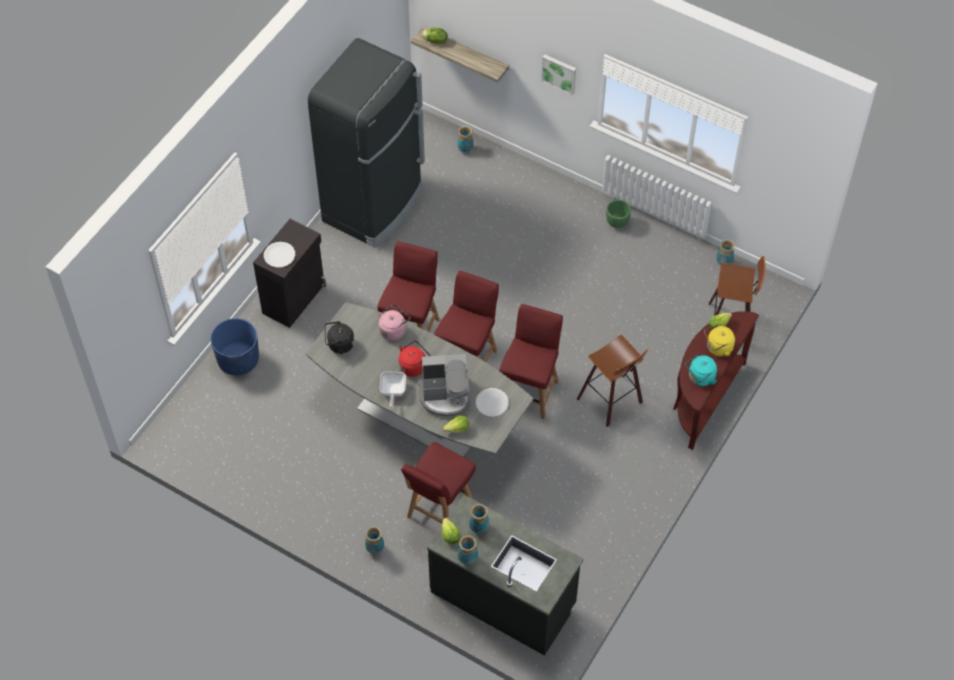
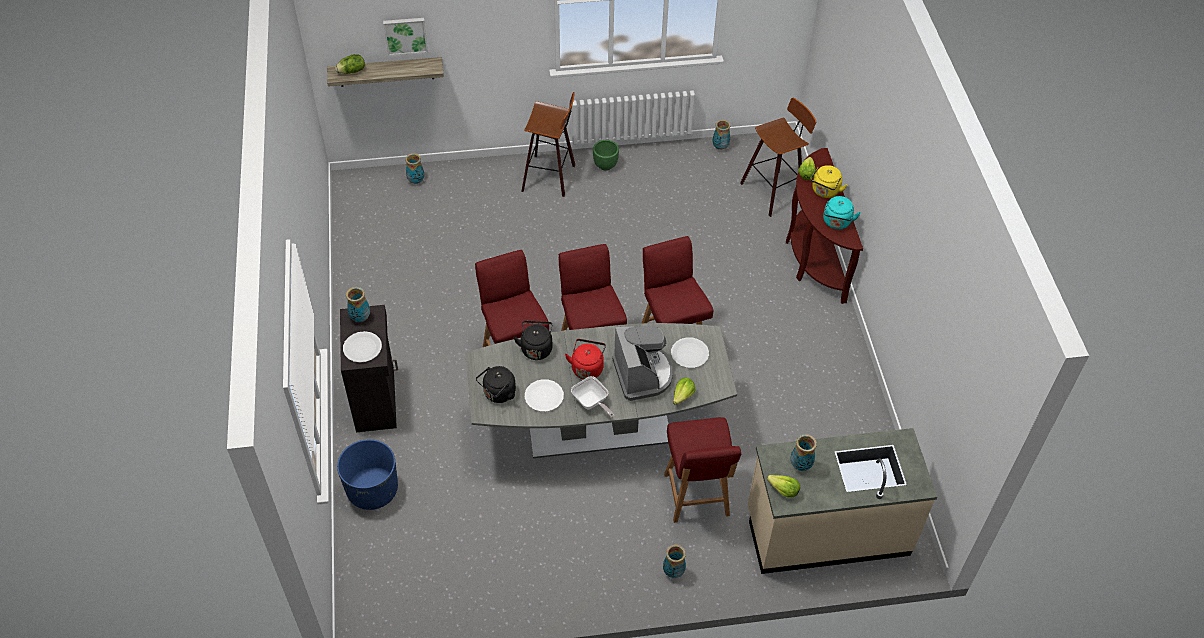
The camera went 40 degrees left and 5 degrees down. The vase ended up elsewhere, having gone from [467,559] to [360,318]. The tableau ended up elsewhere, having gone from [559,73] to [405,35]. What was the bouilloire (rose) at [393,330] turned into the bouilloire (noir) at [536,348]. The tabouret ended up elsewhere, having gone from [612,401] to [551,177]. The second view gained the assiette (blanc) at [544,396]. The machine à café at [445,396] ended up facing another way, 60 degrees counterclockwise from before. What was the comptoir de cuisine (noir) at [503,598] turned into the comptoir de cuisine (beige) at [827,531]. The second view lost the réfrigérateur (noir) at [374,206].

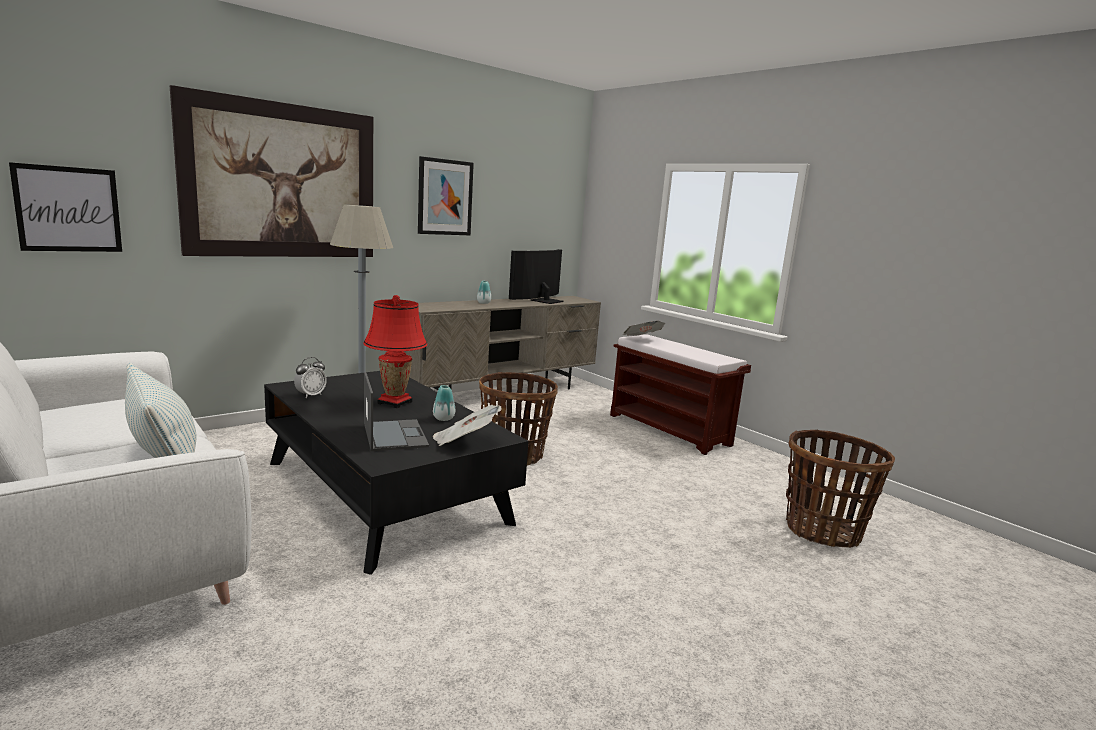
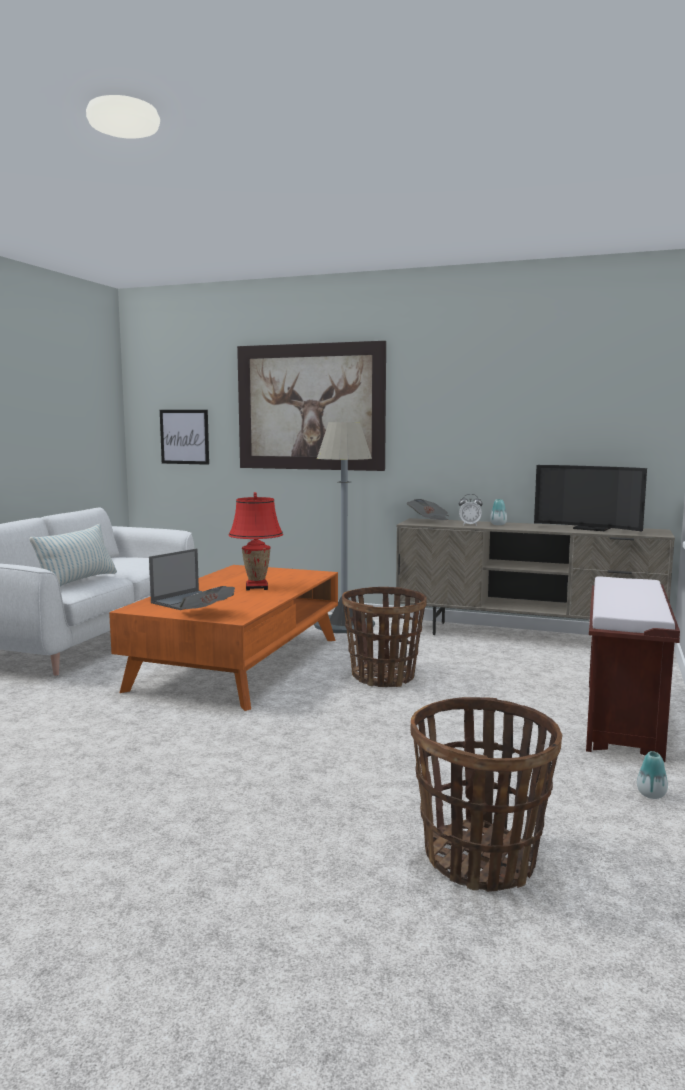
The camera went 60 degrees right and 5 degrees down. What was the table basse (noir) at [384,491] turned into the table basse (orange) at [239,663]. The journal ended up elsewhere, having gone from [642,339] to [429,522]. The réveil ended up elsewhere, having gone from [310,395] to [469,525]. The téléviseur at [543,300] ended up facing another way, 150 degrees counterclockwise from before. The vase ended up elsewhere, having gone from [443,418] to [651,795]. The second view lost the tableau at [445,197].

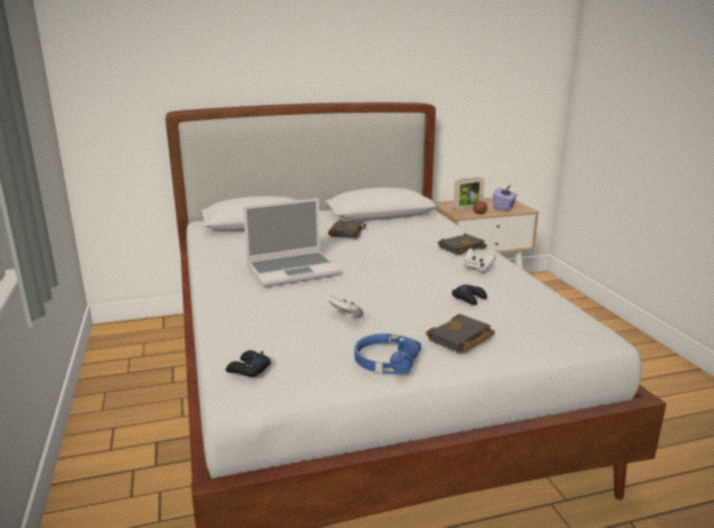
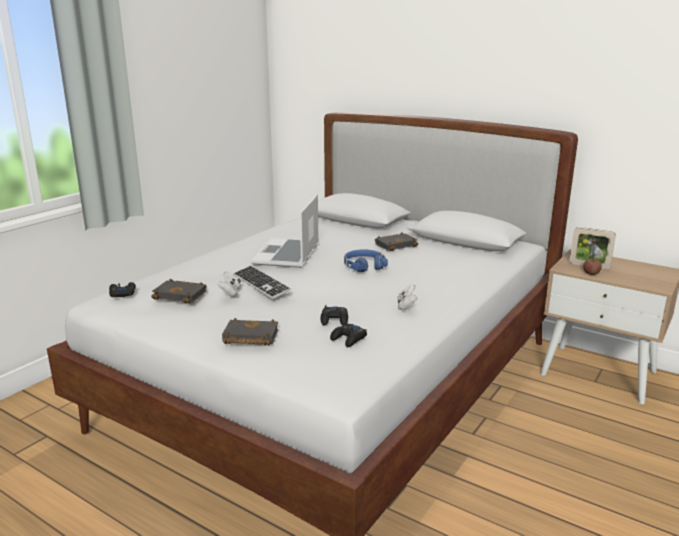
The camera went 50 degrees right and 0 degrees up. The livre (noir) ended up elsewhere, having gone from [461,247] to [182,295]. The second view gained the clavier at [261,284]. The ordinateur portable at [293,270] ended up facing another way, 75 degrees clockwise from before. The second view gained the manette (noir) at [349,339]. The casque audio (bleu) ended up elsewhere, having gone from [385,362] to [364,266]. The second view lost the boîte à mouchoirs (violet) at [504,207].

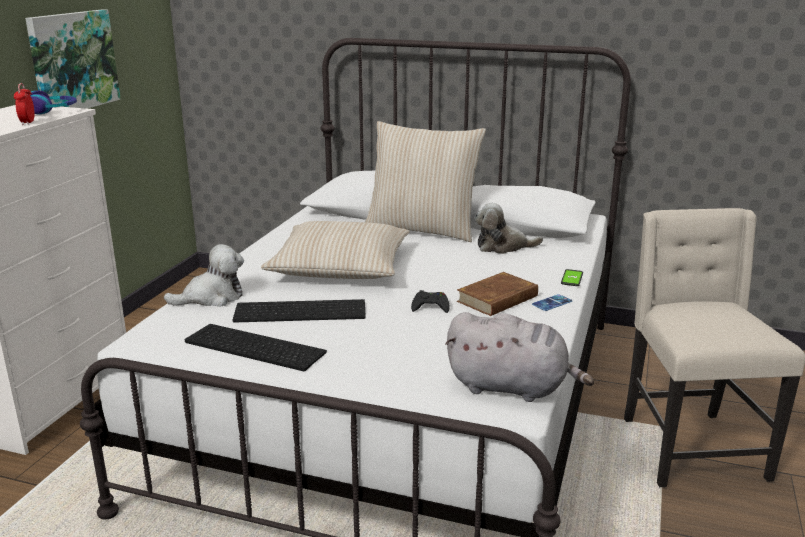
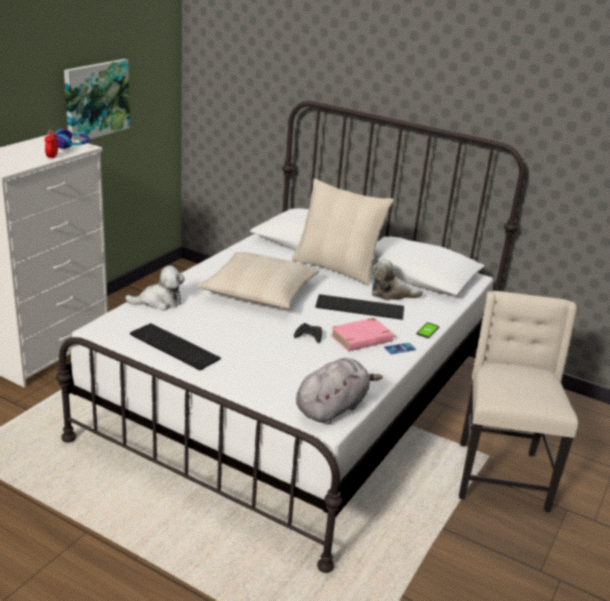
The camera went 10 degrees right and 5 degrees up. The peluche (gris) at [512,387] ended up facing another way, 75 degrees counterclockwise from before. The clavier ended up elsewhere, having gone from [301,310] to [361,307]. What was the livre (marron) at [498,299] turned into the livre (rose) at [361,338].

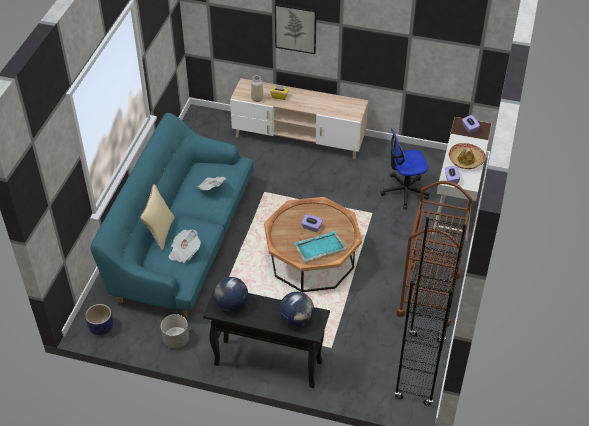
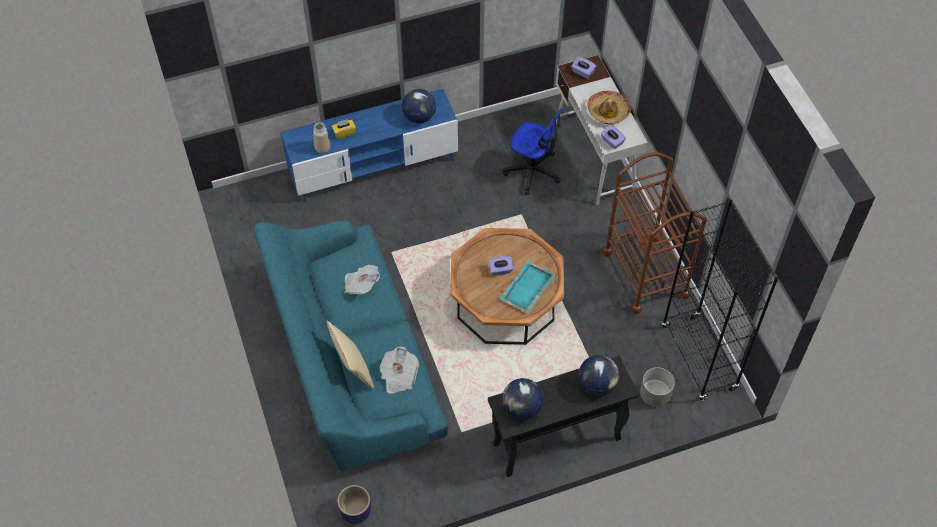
The camera went 35 degrees left and 10 degrees up. What was the meuble télé (beige) at [298,138] turned into the meuble télé (bleu) at [373,167]. The second view gained the globe at [419,116]. The chaise de bureau at [404,191] ended up facing another way, 105 degrees counterclockwise from before. The cache-pot (gris) ended up elsewhere, having gone from [176,340] to [655,395]. The second view lost the tableau at [296,28].

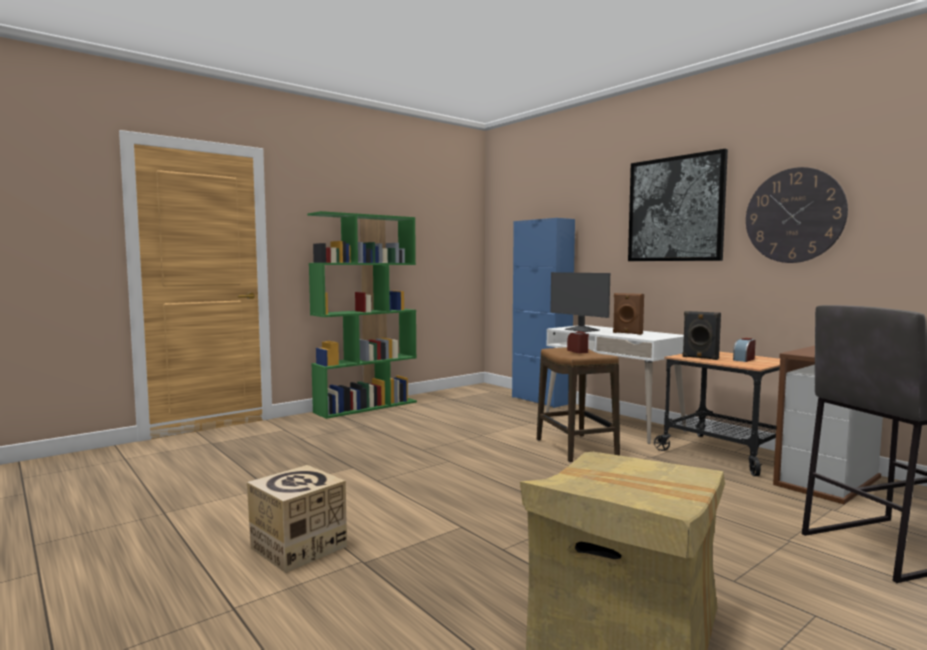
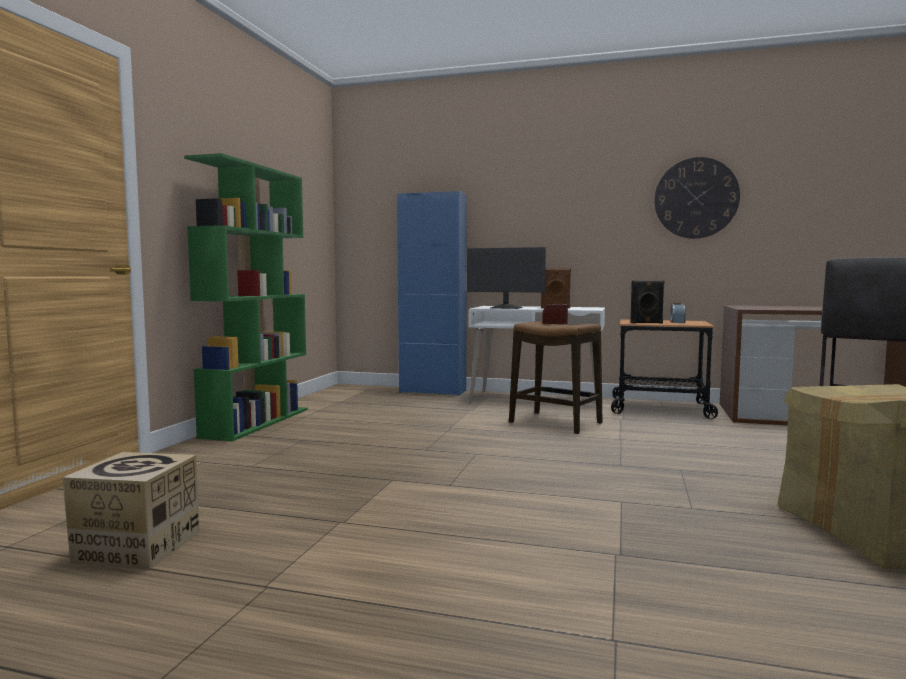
The camera went 35 degrees left and 0 degrees up. The carton ended up elsewhere, having gone from [298,547] to [137,547]. The second view lost the tableau at [675,209].

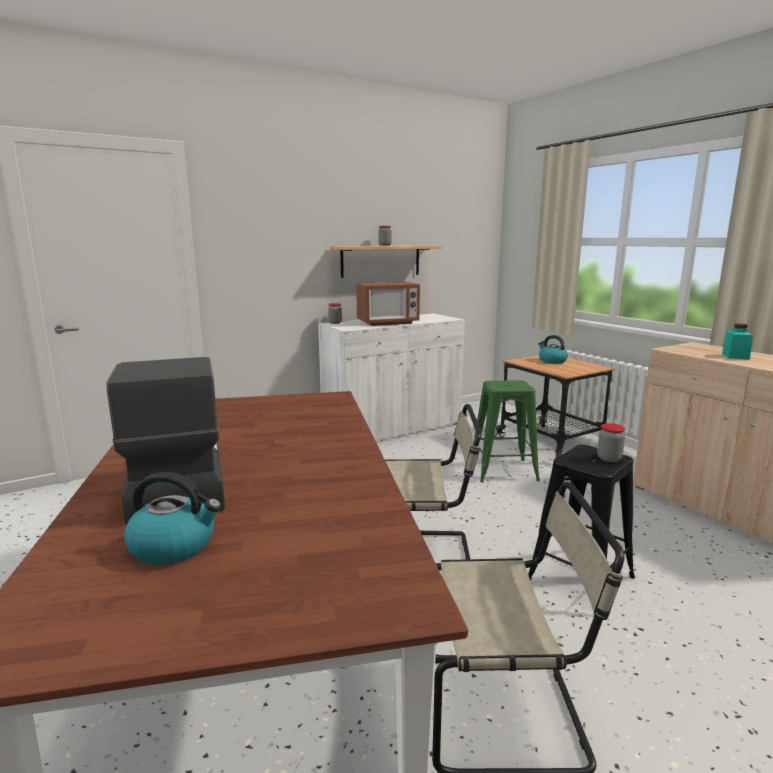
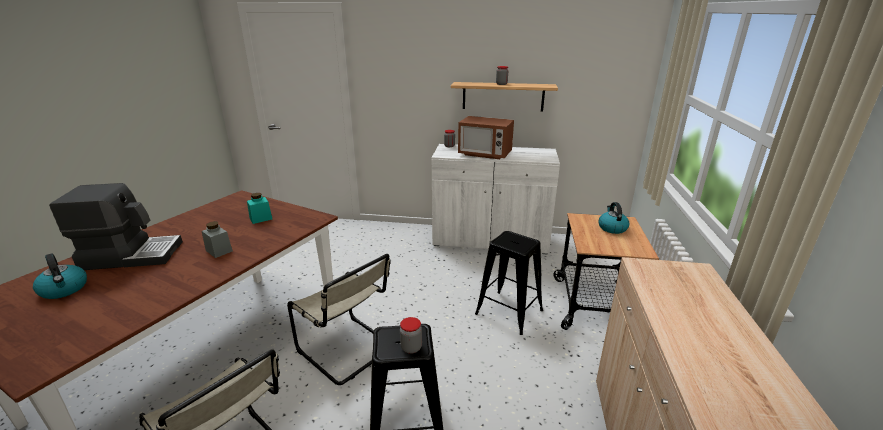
The camera went 40 degrees right and 10 degrees up. The machine à café at [176,486] ended up facing another way, 60 degrees clockwise from before. The second view gained the bocal (gris) at [219,251]. The bocal (turquoise) ended up elsewhere, having gone from [735,356] to [261,218]. What was the tabouret (vert) at [503,470] turned into the tabouret (noir) at [509,312].

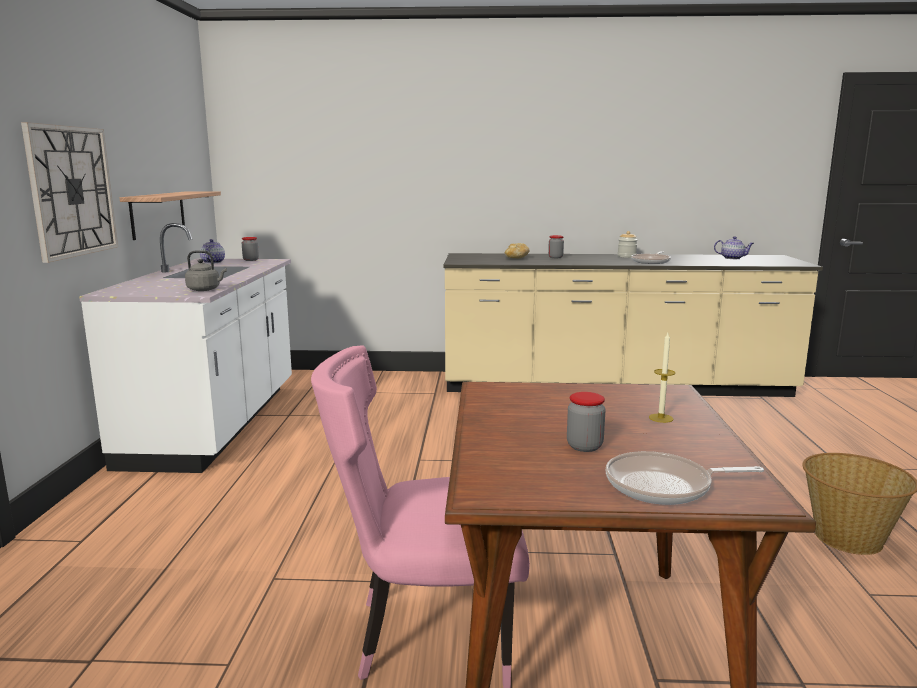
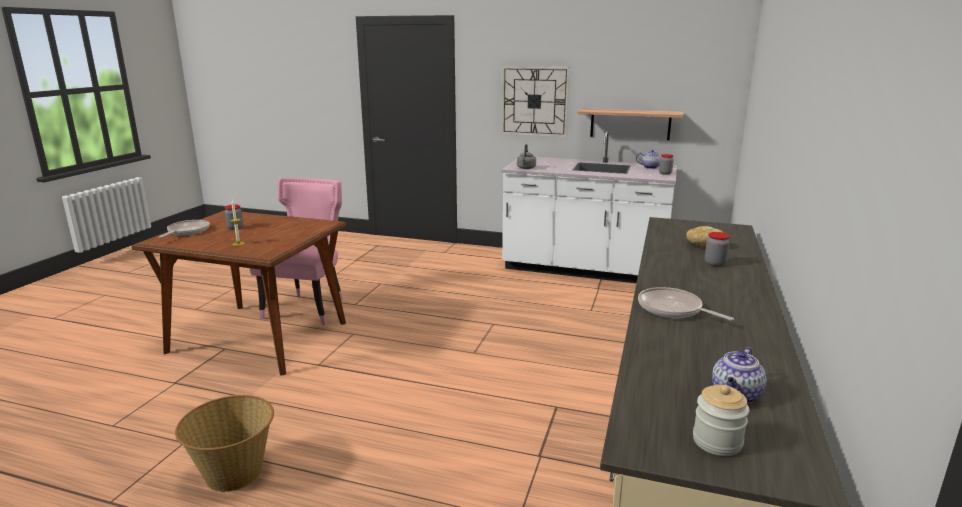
The camera went 105 degrees right and 5 degrees up. The bocal ended up elsewhere, having gone from [626,256] to [717,442].

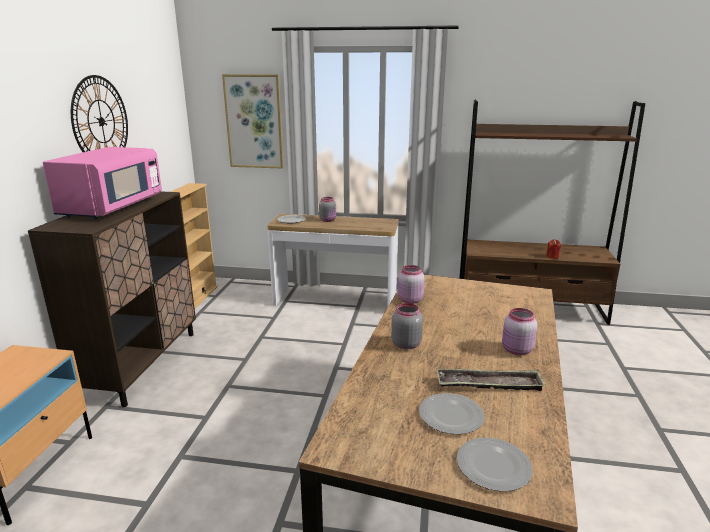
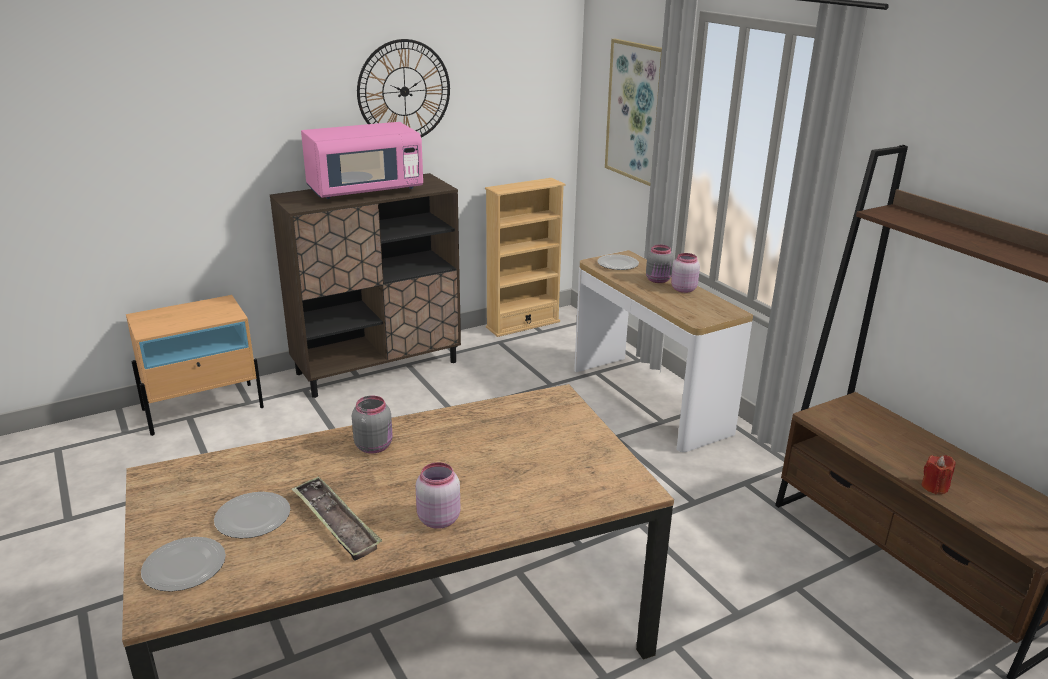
The camera went 50 degrees right and 5 degrees up. The bocal (rose) ended up elsewhere, having gone from [409,300] to [682,289].

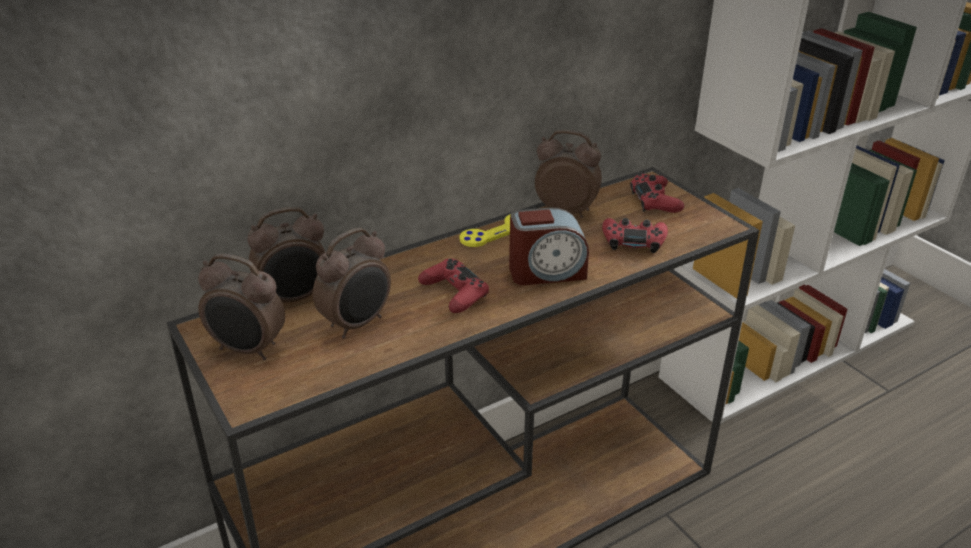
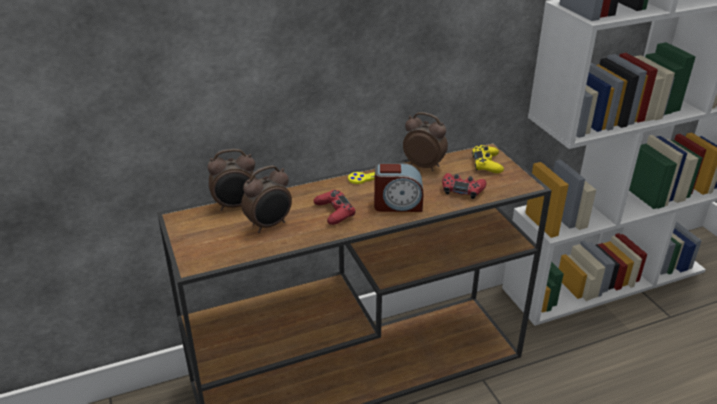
The camera went 10 degrees right and 0 degrees up. What was the manette (rouge) at [655,201] turned into the manette (jaune) at [486,164]. The second view lost the réveil at [248,350].

